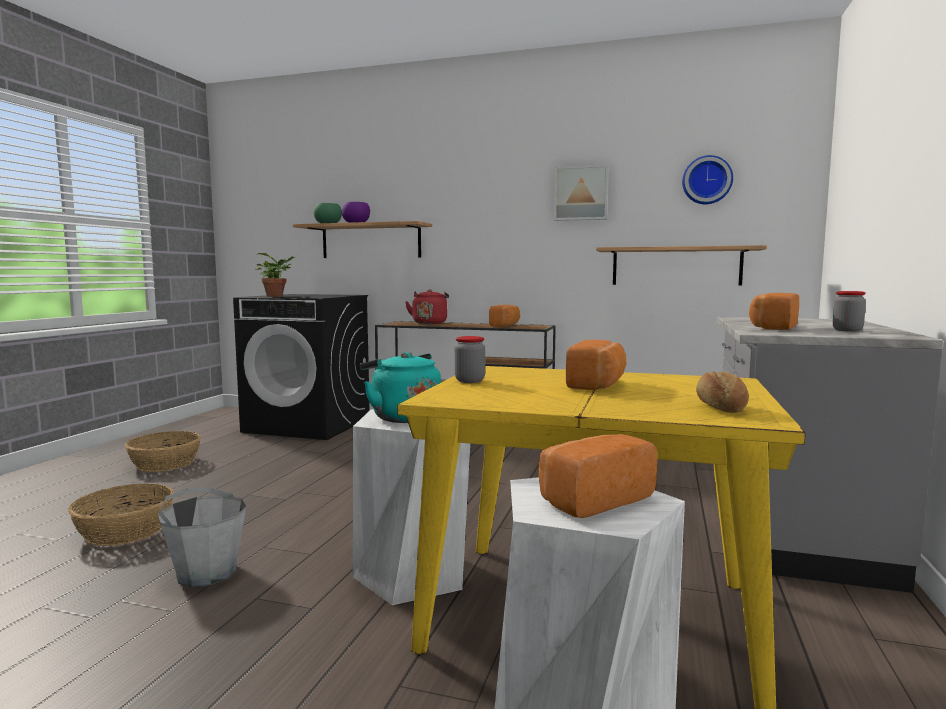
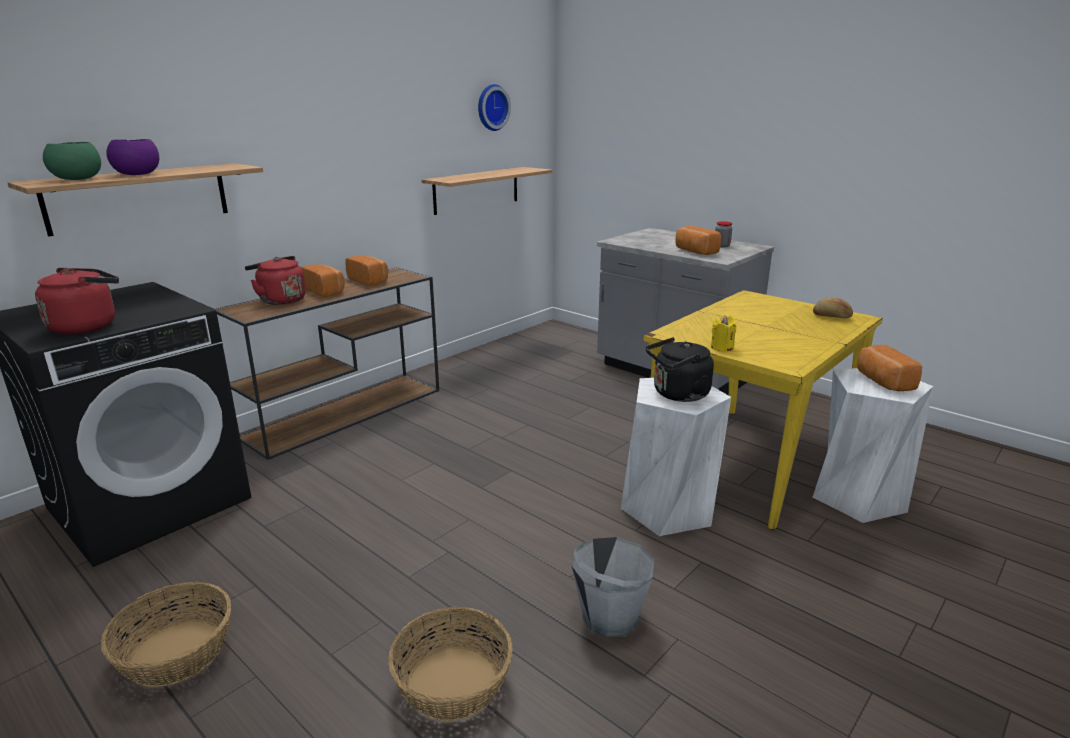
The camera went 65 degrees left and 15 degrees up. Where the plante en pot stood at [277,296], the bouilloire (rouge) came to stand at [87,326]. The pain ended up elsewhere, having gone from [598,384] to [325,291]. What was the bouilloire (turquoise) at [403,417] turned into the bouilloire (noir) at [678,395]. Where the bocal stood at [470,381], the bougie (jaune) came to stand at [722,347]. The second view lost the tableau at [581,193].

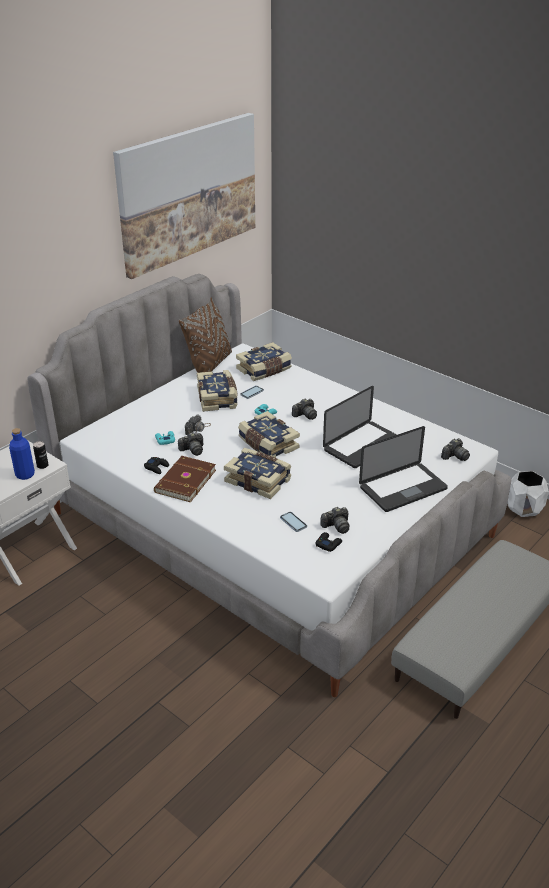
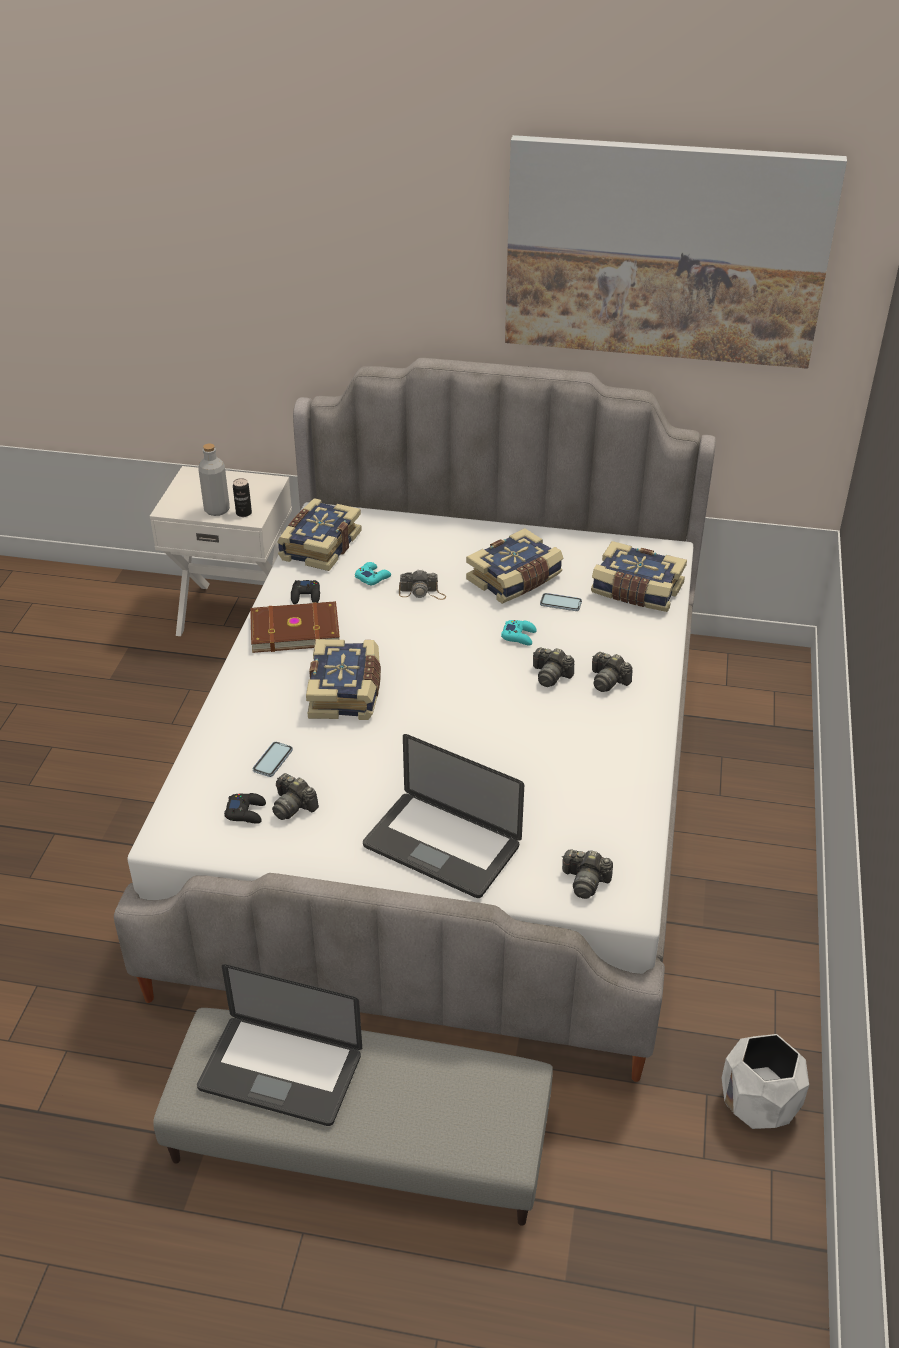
The camera went 60 degrees right and 5 degrees up. The ordinateur portable ended up elsewhere, having gone from [362,445] to [280,1072]. What was the bouteille (bleu) at [25,475] turned into the bouteille (gris) at [217,510]. The livre ended up elsewhere, having gone from [267,444] to [319,546]. The appareil photo ended up elsewhere, having gone from [192,450] to [608,681]. The second view lost the coussin (marron) at [209,365].

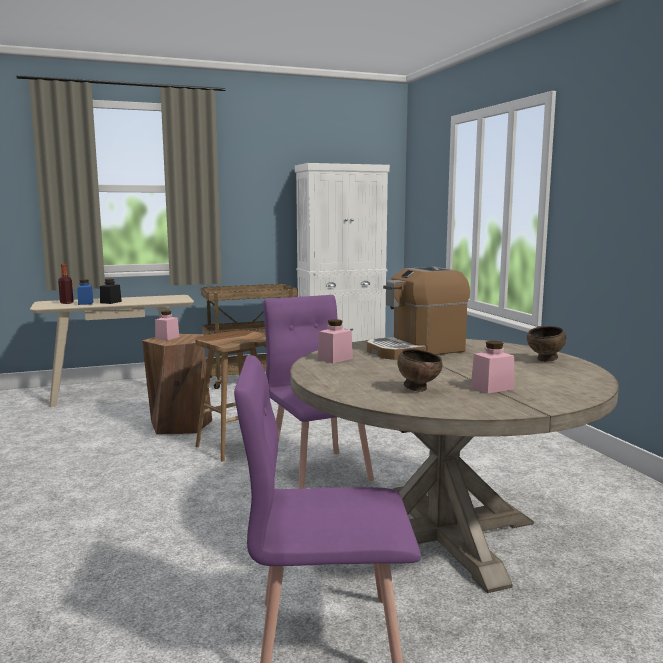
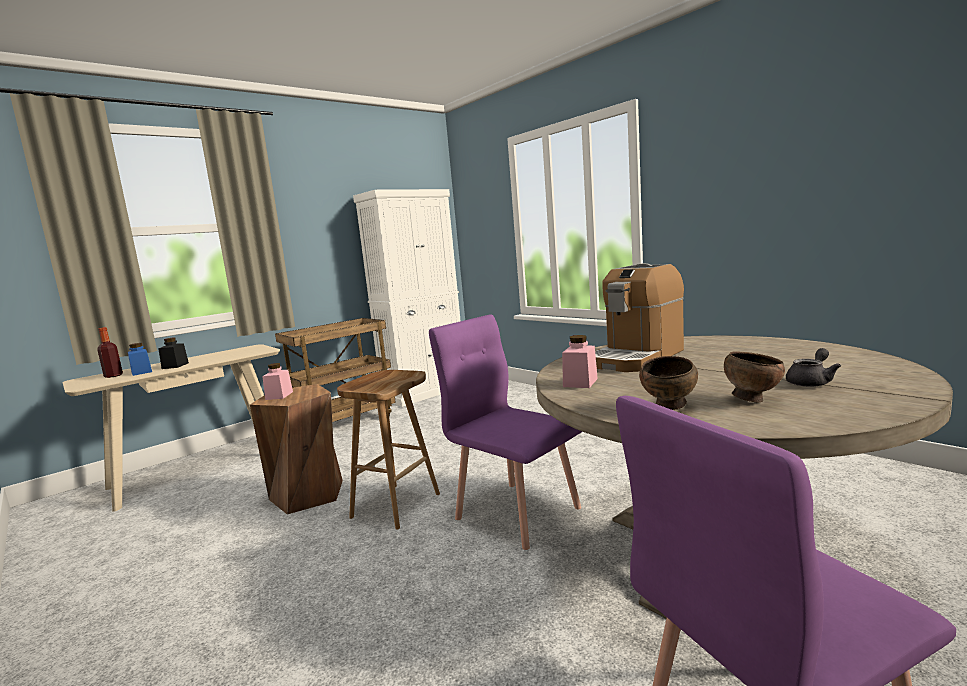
The camera went 20 degrees left and 0 degrees up. The bol (marron) ended up elsewhere, having gone from [545,360] to [670,407]. Where the bocal (rose) stood at [492,388], the théière (gris) came to stand at [811,382].

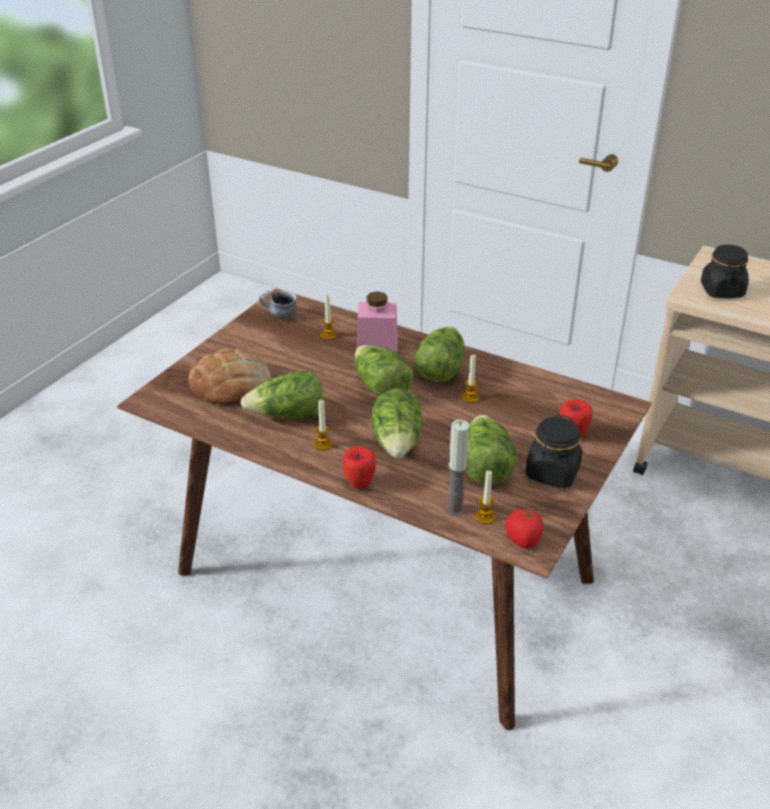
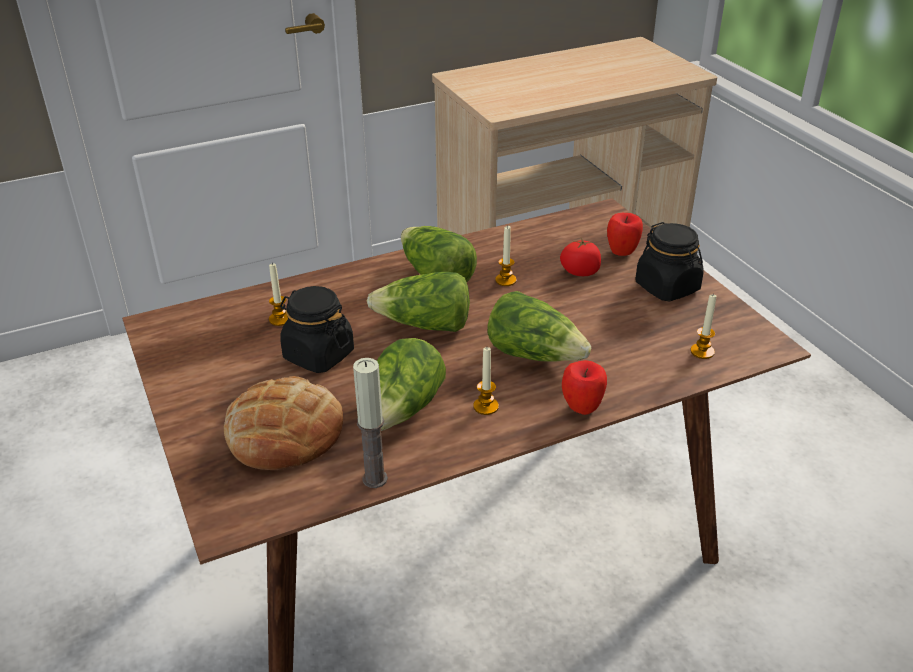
The camera went 55 degrees left and 0 degrees up. The bocal (noir) ended up elsewhere, having gone from [721,291] to [318,355]. The bougie ended up elsewhere, having gone from [455,509] to [375,479]. The tomate ended up elsewhere, having gone from [523,540] to [580,272]. The second view lost the mug at [279,316]. The second view lost the bocal (rose) at [377,345]. The second view lost the laitue at [484,466].

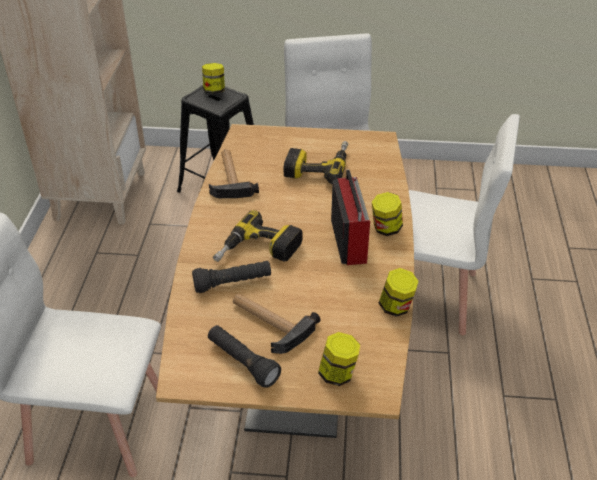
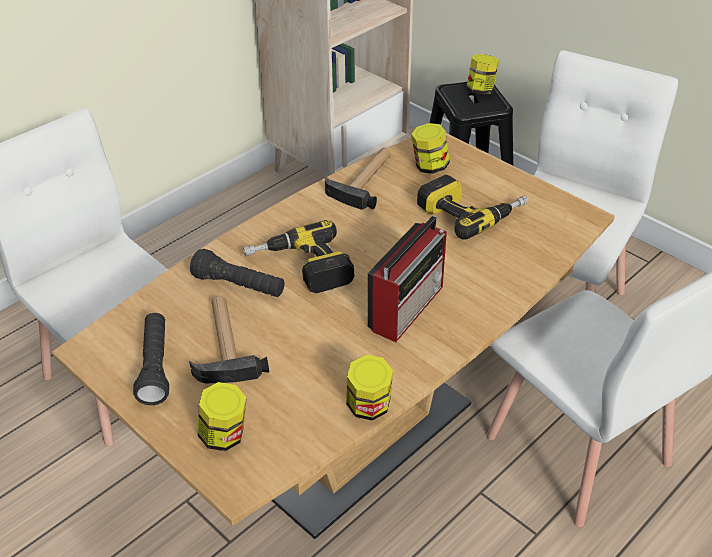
The camera went 40 degrees right and 0 degrees up. The bocal ended up elsewhere, having gone from [385,228] to [429,167].

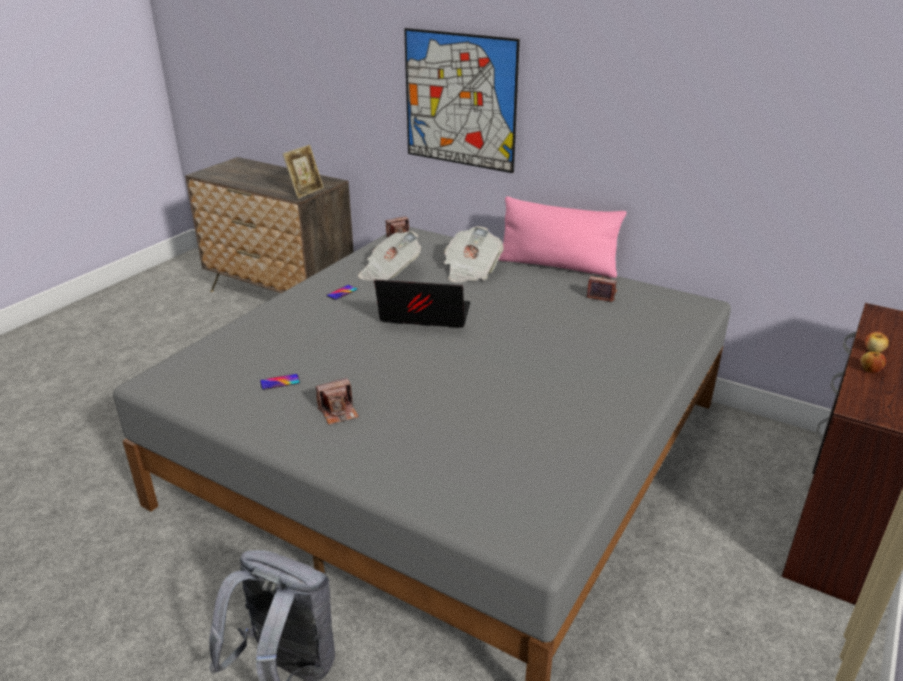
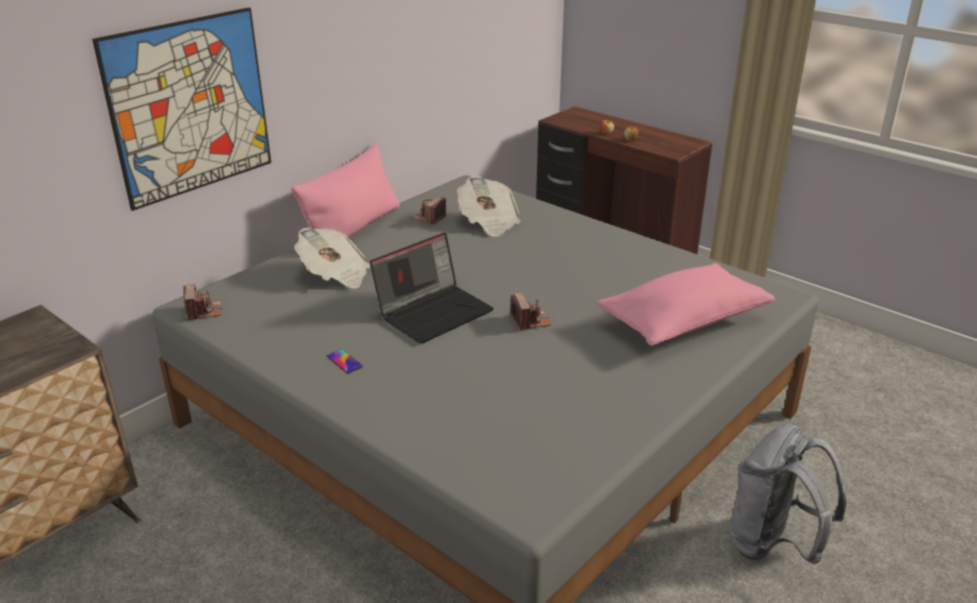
The camera went 80 degrees left and 0 degrees up. The ordinateur portable at [423,317] ended up facing another way, 150 degrees counterclockwise from before. The journal ended up elsewhere, having gone from [389,273] to [488,222]. The appareil photo ended up elsewhere, having gone from [338,412] to [530,321]. The second view gained the coussin (rose) at [683,321]. The second view lost the téléphone at [280,382]. The second view lost the cadre photo at [305,192].

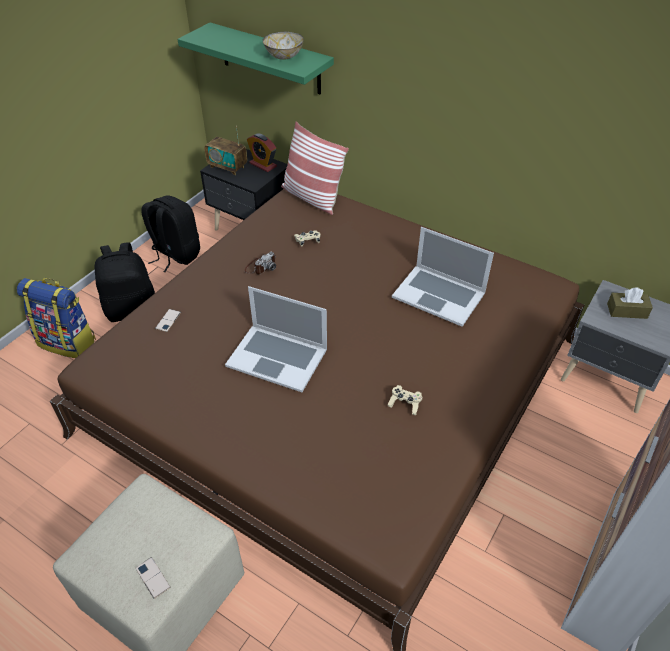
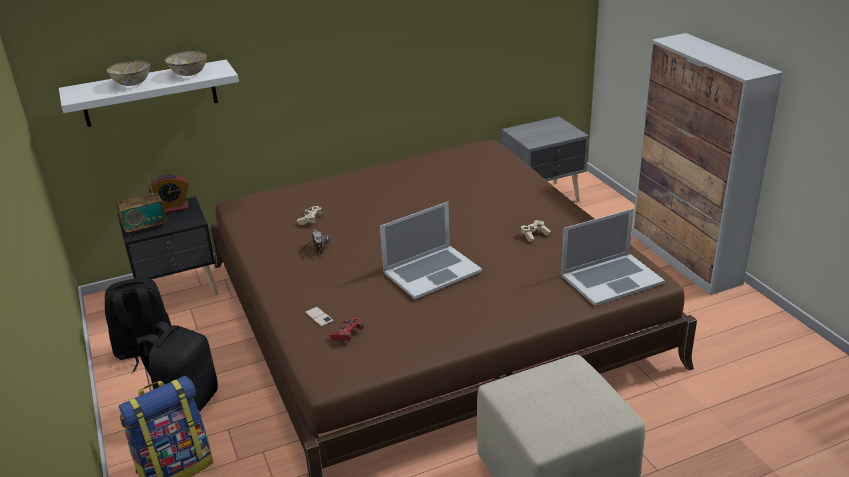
The camera went 55 degrees left and 15 degrees down. What was the étagère (vert) at [270,59] turned into the étagère (blanc) at [149,93]. The second view gained the bol at [132,83]. The second view gained the manette (rouge) at [347,334]. The ordinateur portable ended up elsewhere, having gone from [439,294] to [611,279]. The second view lost the téléphone at [152,577]. The second view lost the coussin at [312,197]. The second view lost the boîte à mouchoirs (marron) at [627,311].

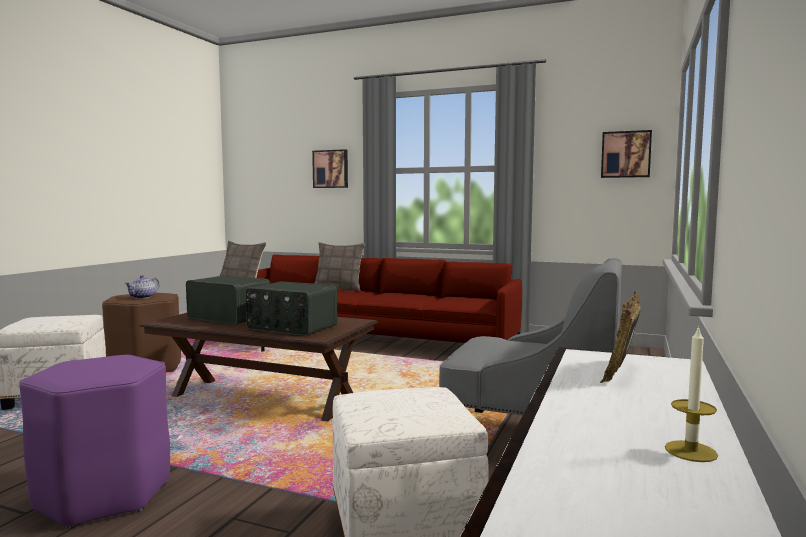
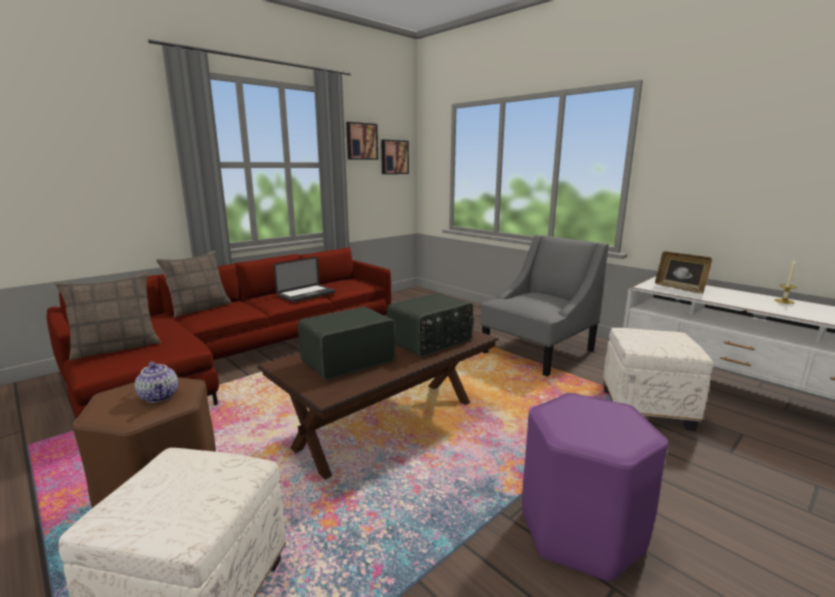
The camera went 65 degrees left and 10 degrees up. The second view gained the ordinateur portable at [306,294]. The tableau ended up elsewhere, having gone from [331,169] to [361,141].

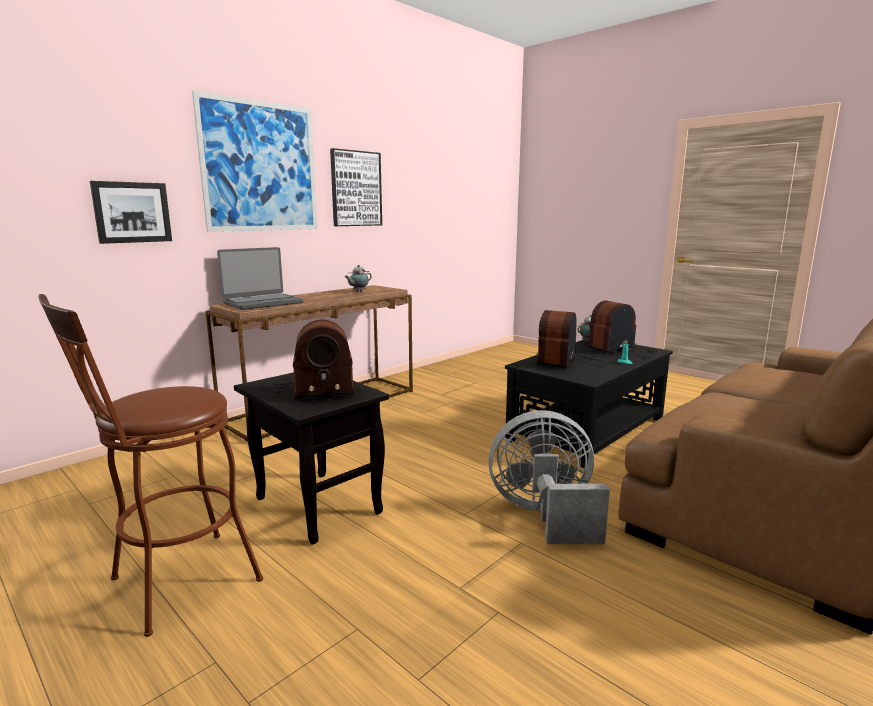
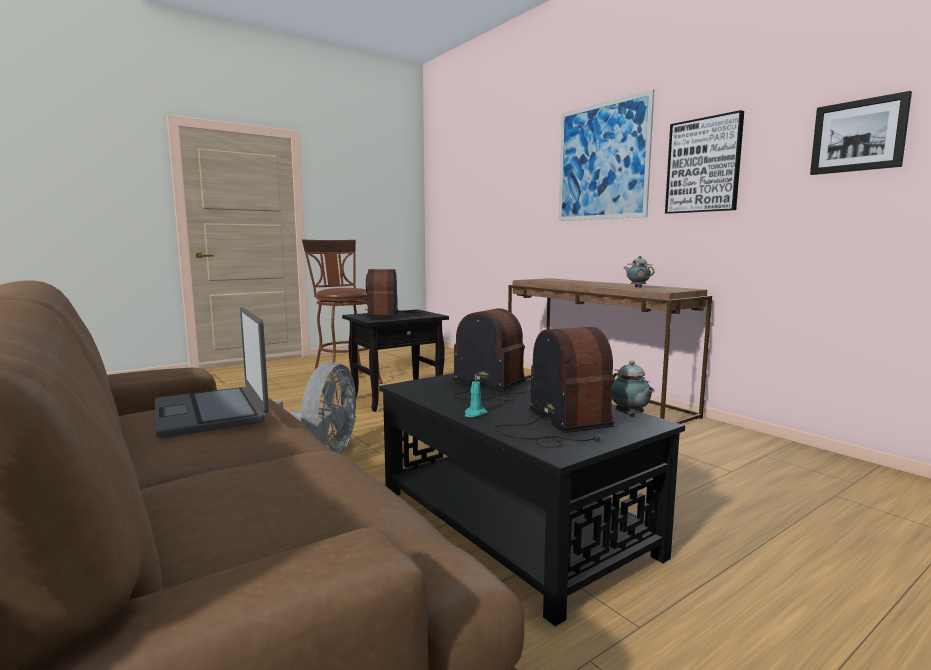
The camera went 100 degrees right and 5 degrees down. The ordinateur portable ended up elsewhere, having gone from [262,303] to [211,412]. The tableau ended up elsewhere, having gone from [132,212] to [858,136].

